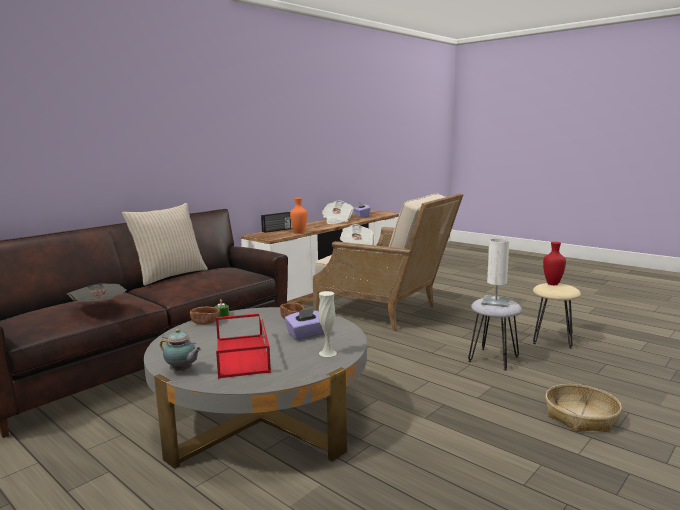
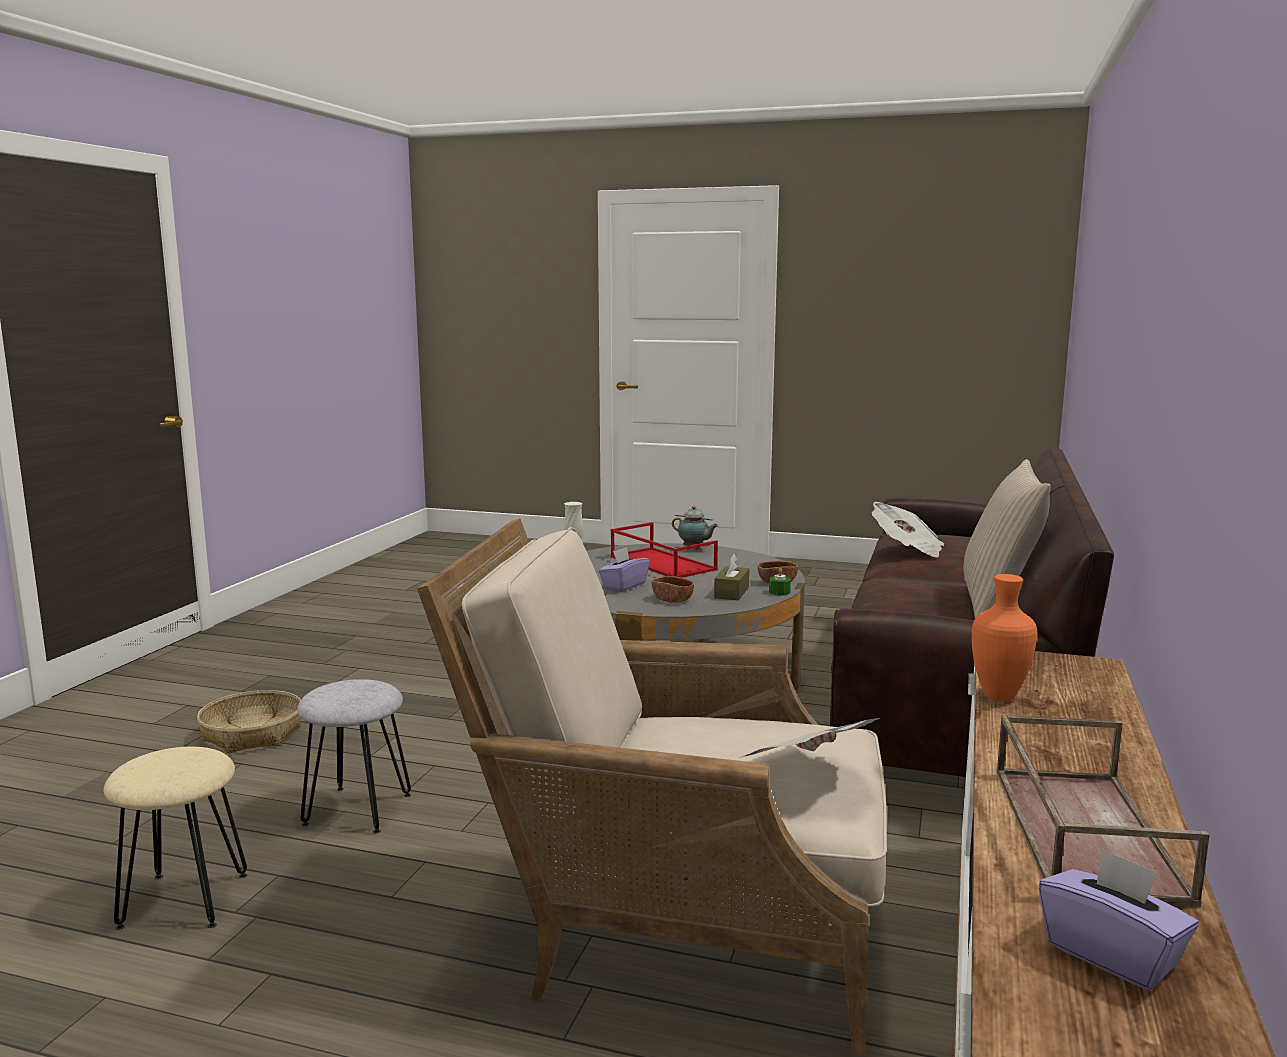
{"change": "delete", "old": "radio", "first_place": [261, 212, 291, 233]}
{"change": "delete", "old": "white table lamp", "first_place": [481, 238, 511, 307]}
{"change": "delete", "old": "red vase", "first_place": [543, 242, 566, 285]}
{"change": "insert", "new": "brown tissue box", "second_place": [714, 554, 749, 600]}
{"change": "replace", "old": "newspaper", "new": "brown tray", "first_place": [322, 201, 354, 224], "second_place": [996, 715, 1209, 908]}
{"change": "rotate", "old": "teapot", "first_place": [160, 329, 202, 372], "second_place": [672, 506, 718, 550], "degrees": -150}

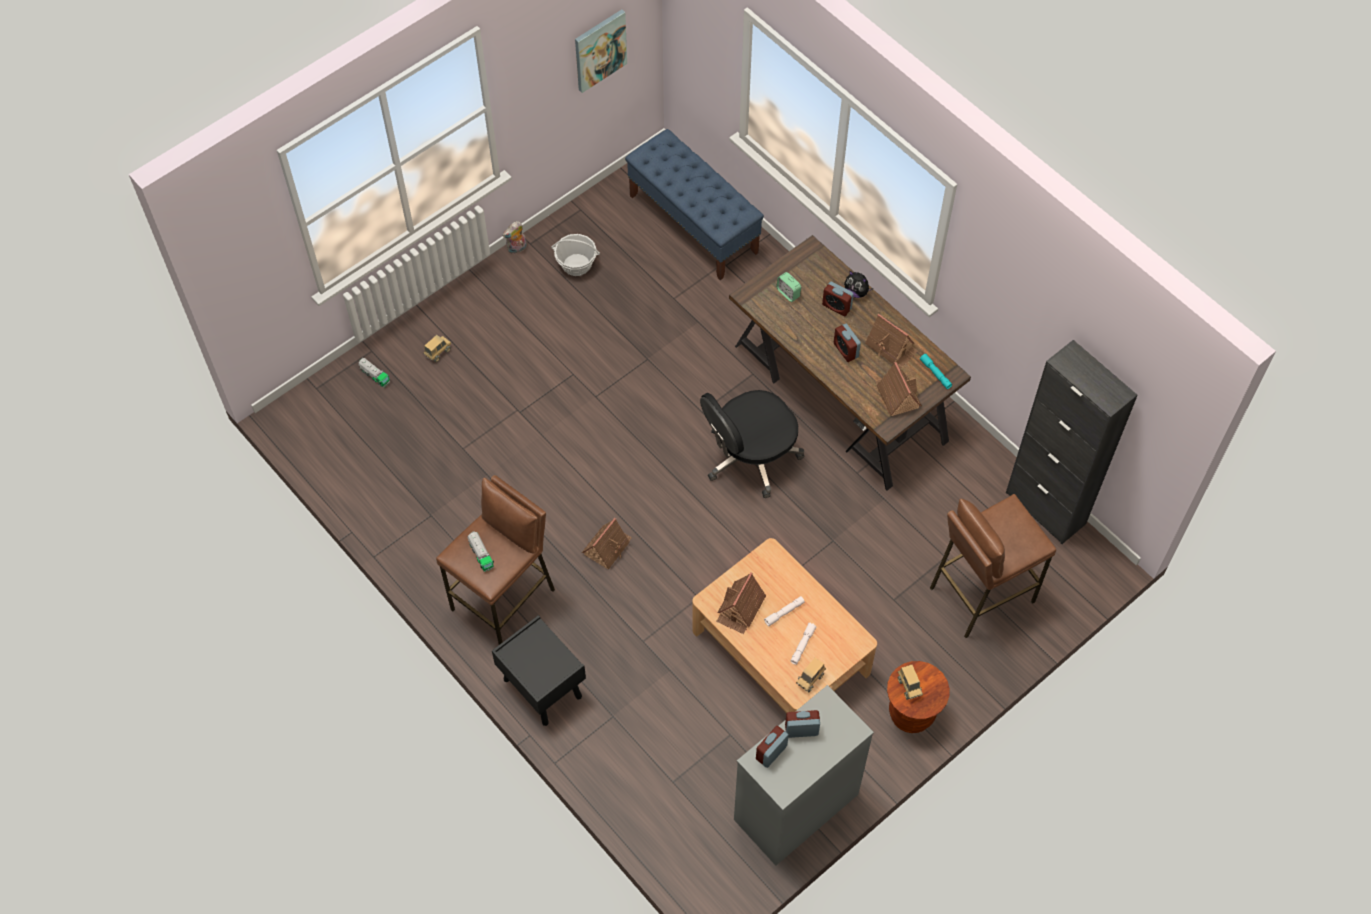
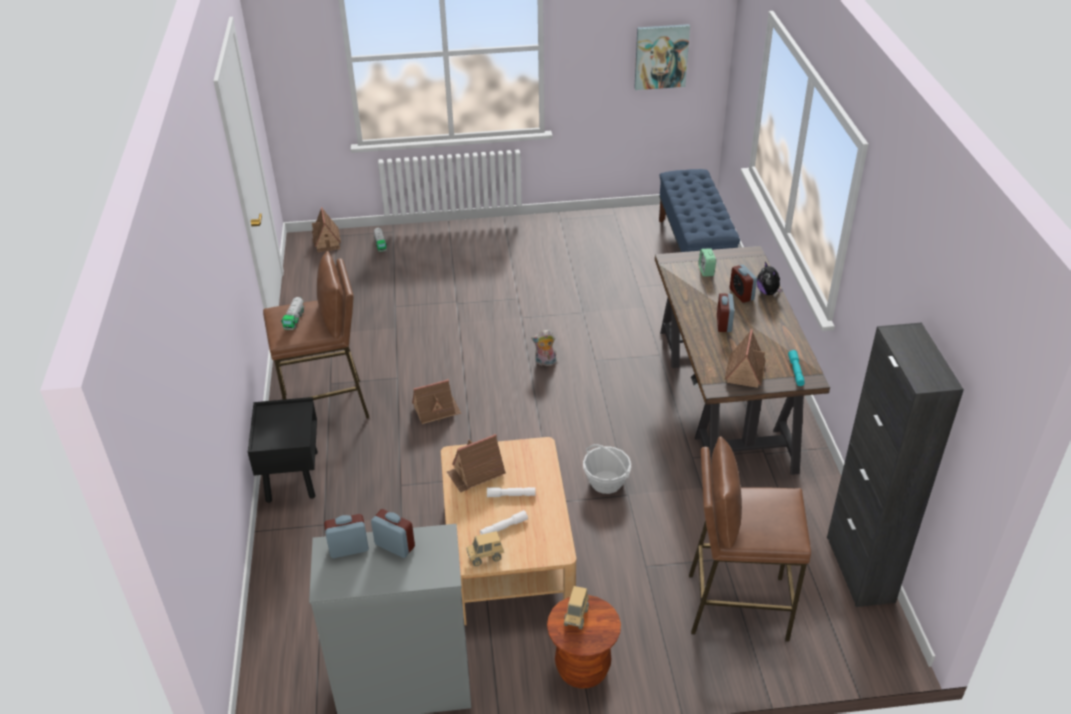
{"change": "delete", "old": "toy truck", "first_place": [424, 335, 451, 362]}
{"change": "delete", "old": "black office chair", "first_place": [700, 390, 804, 498]}
{"change": "move", "old": "plush toy", "first_place": [503, 221, 527, 254], "second_place": [531, 330, 557, 366]}
{"change": "move", "old": "basket", "first_place": [551, 234, 600, 276], "second_place": [583, 444, 631, 494]}
{"change": "move", "old": "toy house", "first_place": [865, 314, 918, 368], "second_place": [312, 207, 341, 252]}

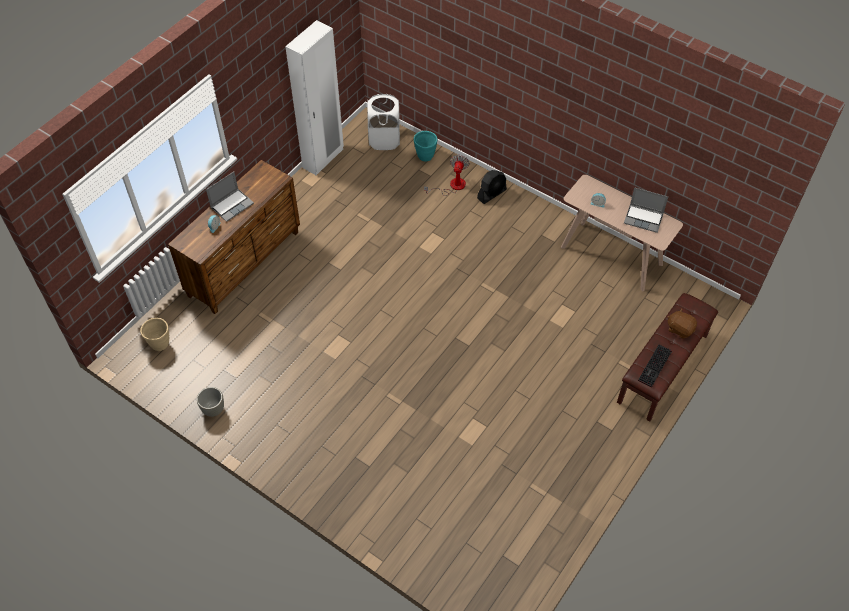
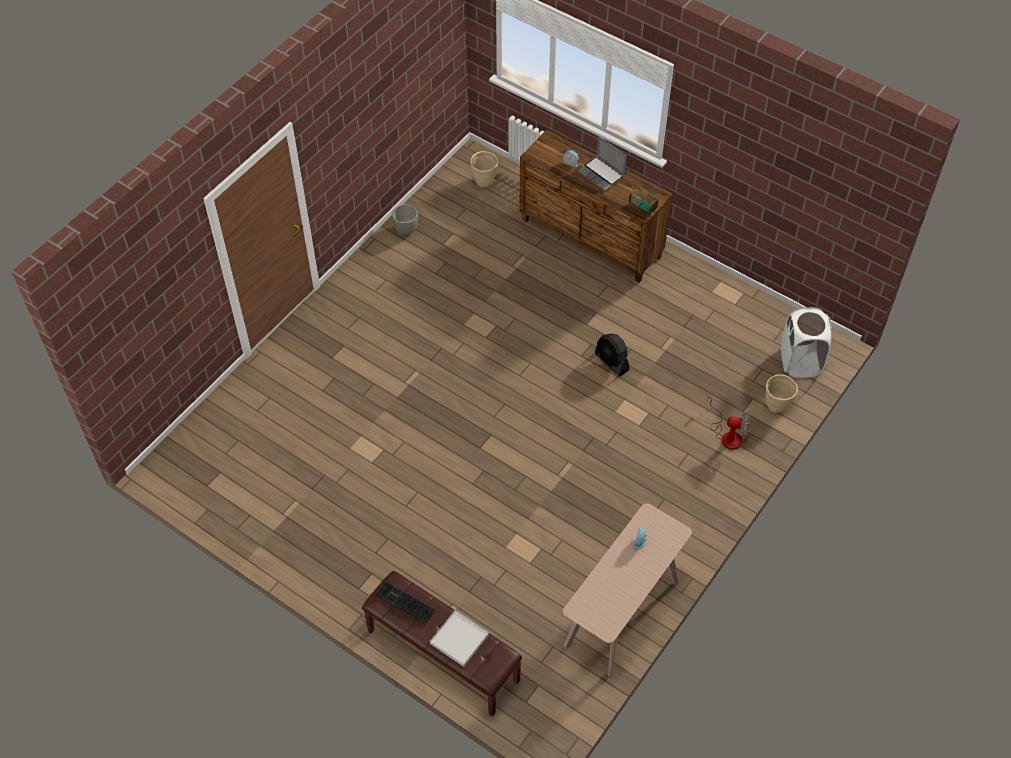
{"change": "delete", "old": "white wardrobe", "first_place": [285, 20, 344, 176]}
{"change": "delete", "old": "laptop", "first_place": [624, 187, 668, 233]}
{"change": "insert", "new": "radio", "second_place": [628, 186, 659, 217]}
{"change": "move", "old": "black fan", "first_place": [477, 170, 507, 204], "second_place": [594, 333, 629, 377]}
{"change": "replace", "old": "brown plush toy", "new": "white tray", "first_place": [667, 309, 697, 339], "second_place": [430, 610, 489, 667]}
{"change": "recolor", "old": "turquoise planter", "new": "beige planter", "first_place": [414, 131, 437, 162], "second_place": [765, 374, 798, 413]}

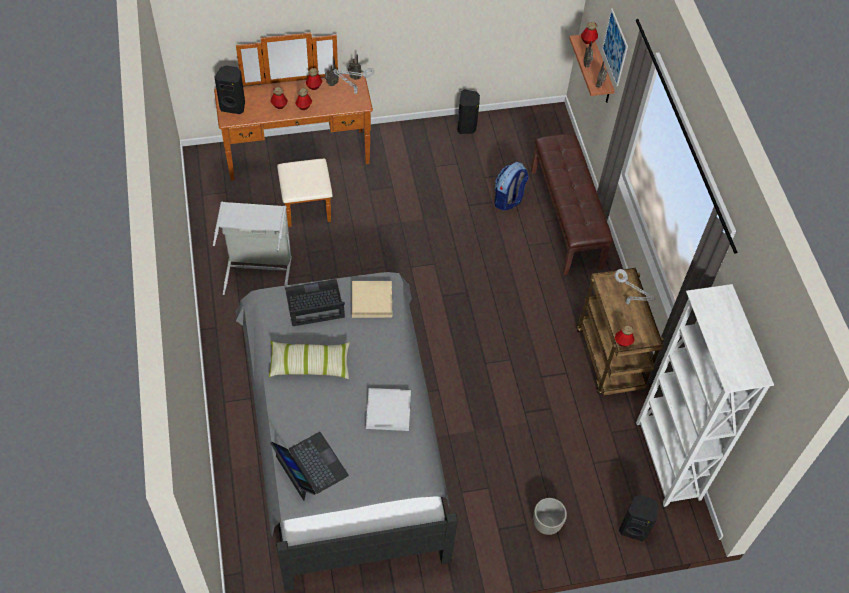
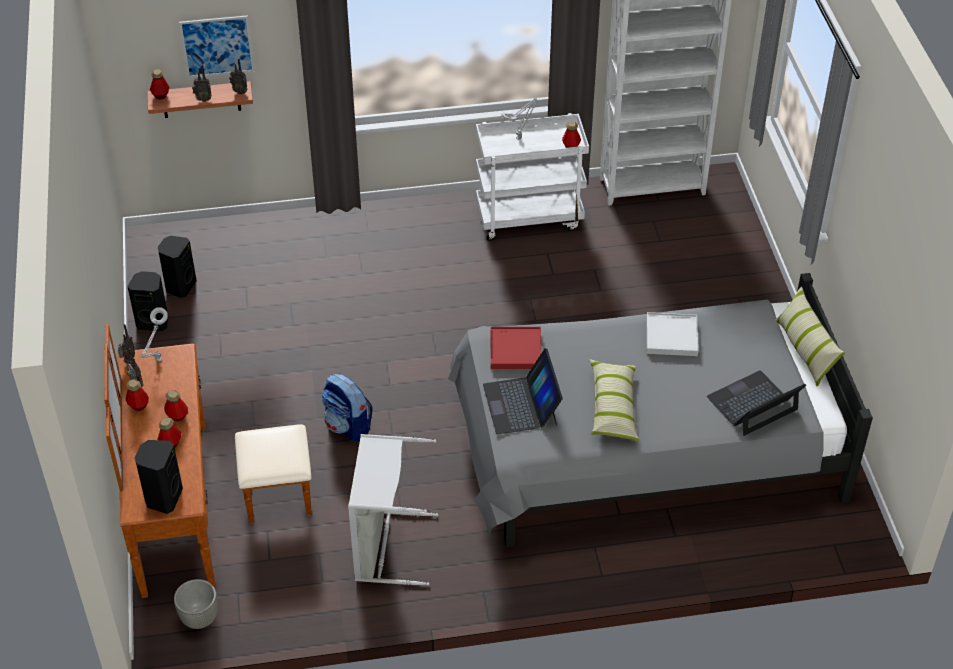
{"change": "delete", "old": "brown bench", "first_place": [531, 134, 613, 275]}
{"change": "insert", "new": "pillow", "second_place": [775, 287, 845, 386]}
{"change": "move", "old": "backpack", "first_place": [494, 162, 529, 211], "second_place": [322, 374, 372, 442]}
{"change": "move", "old": "grey planter", "first_place": [533, 498, 567, 535], "second_place": [174, 579, 218, 629]}
{"change": "move", "old": "black speaker", "first_place": [619, 495, 658, 541], "second_place": [158, 236, 197, 298]}
{"change": "recolor", "old": "beige tray", "new": "red tray", "first_place": [352, 281, 392, 318], "second_place": [490, 327, 542, 369]}
{"change": "recolor", "old": "brown cart", "new": "white cart", "first_place": [577, 268, 664, 395], "second_place": [476, 113, 589, 241]}

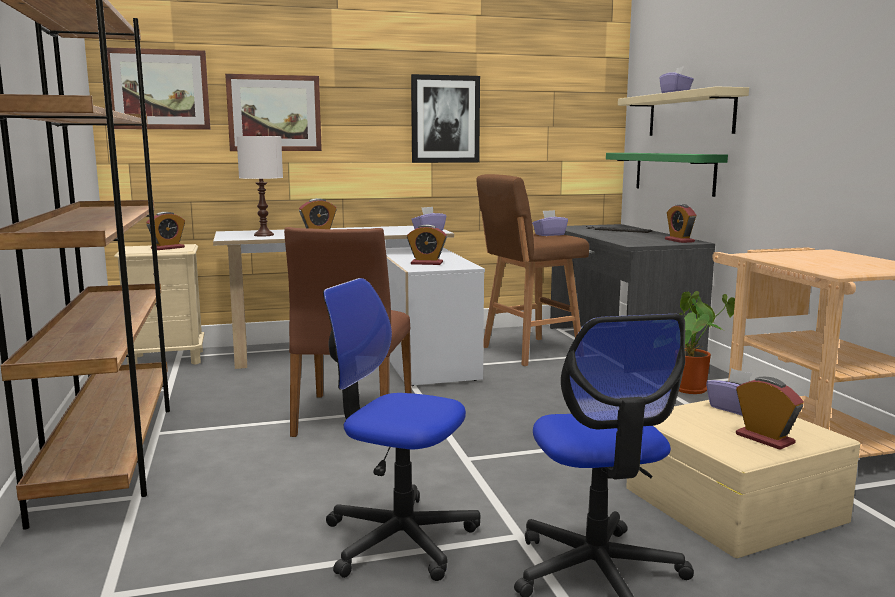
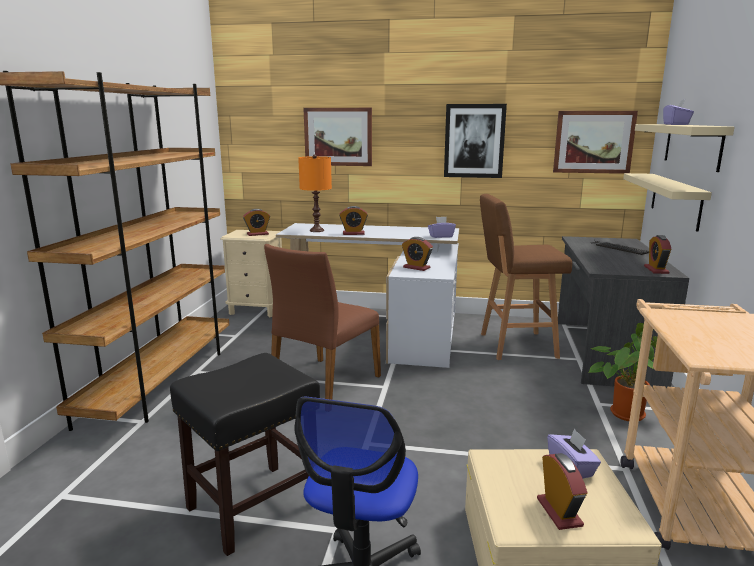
{"change": "delete", "old": "purple tissue box", "first_place": [532, 210, 568, 236]}
{"change": "move", "old": "picture", "first_place": [107, 47, 211, 130], "second_place": [553, 111, 638, 174]}
{"change": "replace", "old": "office chair", "new": "black stool", "first_place": [323, 278, 480, 581], "second_place": [170, 353, 320, 556]}
{"change": "recolor", "old": "white table lamp", "new": "orange table lamp", "first_place": [237, 132, 283, 236], "second_place": [298, 154, 332, 232]}
{"change": "recolor", "old": "green shelf", "new": "beige shelf", "first_place": [606, 153, 728, 197], "second_place": [623, 173, 712, 232]}

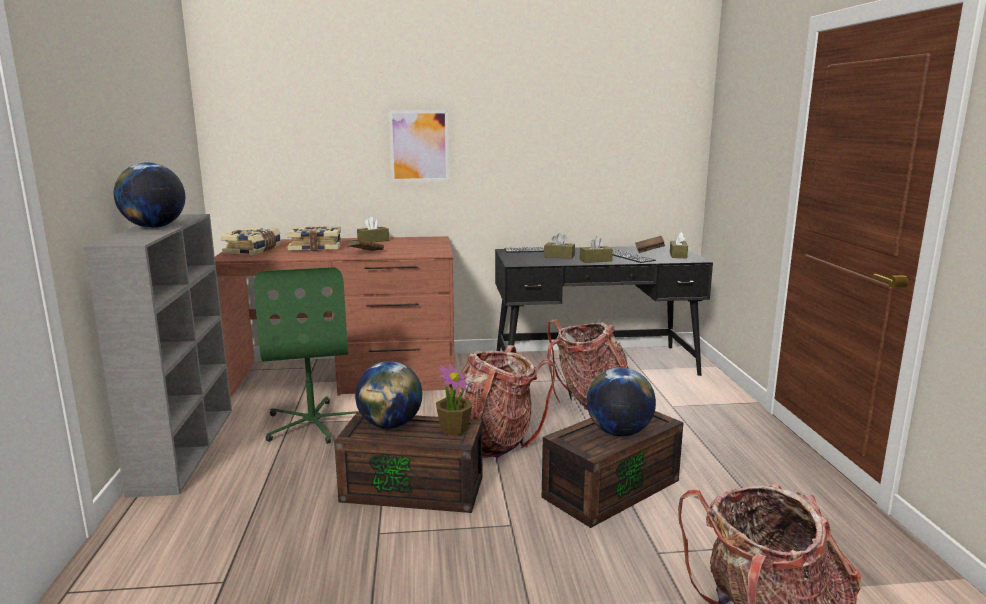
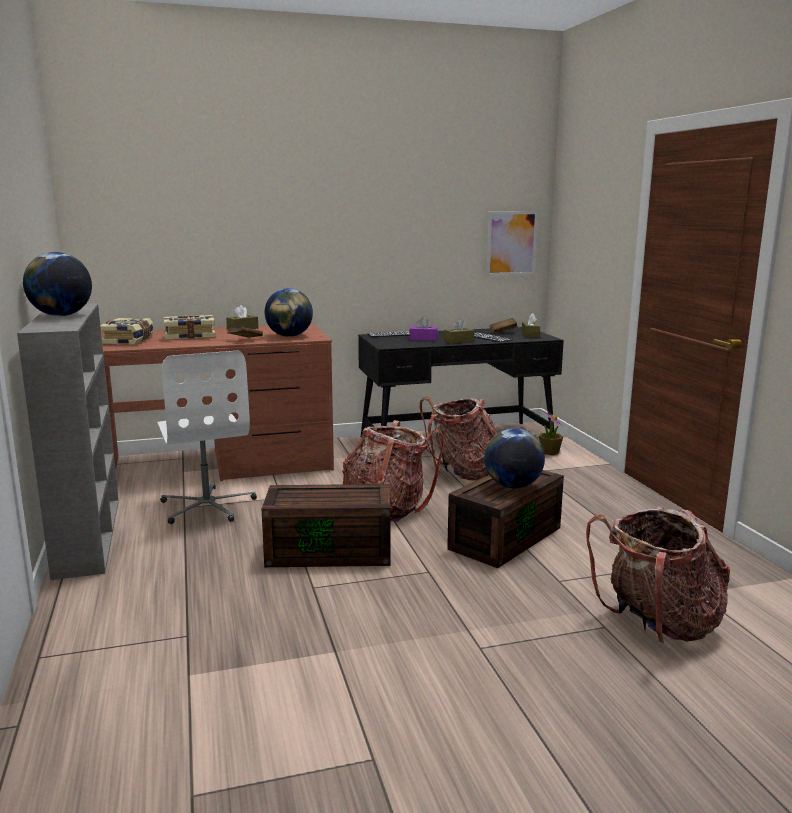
{"change": "move", "old": "globe", "first_place": [355, 361, 422, 429], "second_place": [265, 288, 313, 337]}
{"change": "move", "old": "picture", "first_place": [389, 110, 449, 182], "second_place": [486, 211, 538, 276]}
{"change": "move", "old": "potted plant", "first_place": [436, 363, 472, 435], "second_place": [539, 410, 563, 455]}
{"change": "recolor", "old": "green office chair", "new": "white office chair", "first_place": [254, 267, 359, 444], "second_place": [157, 351, 257, 524]}
{"change": "recolor", "old": "brown tissue box", "new": "purple tissue box", "first_place": [544, 233, 575, 259], "second_place": [409, 317, 438, 341]}

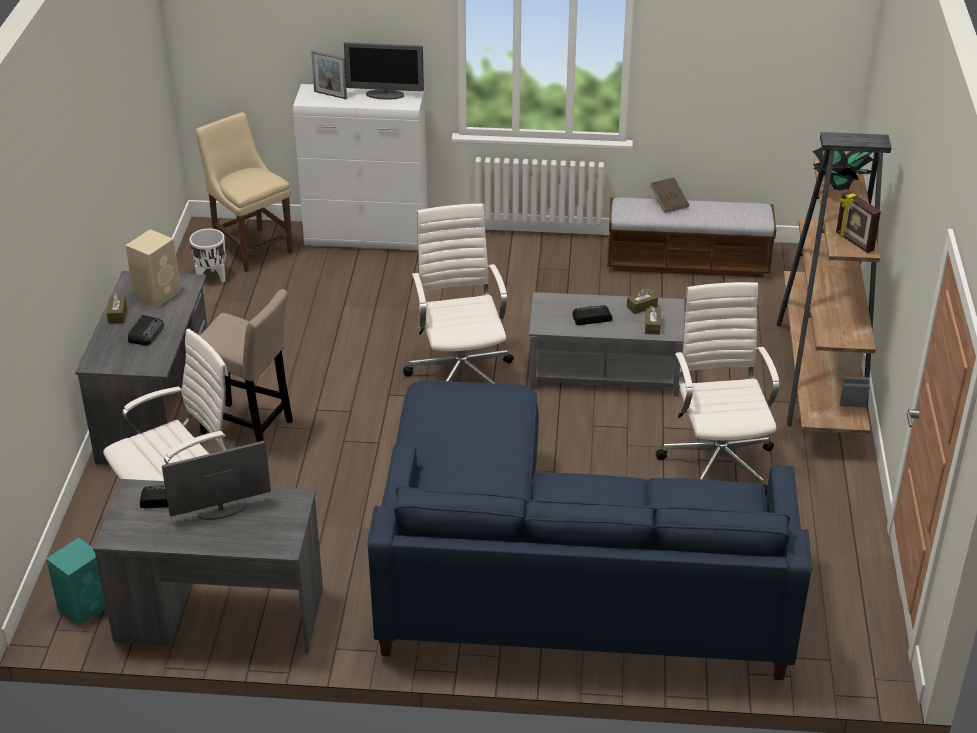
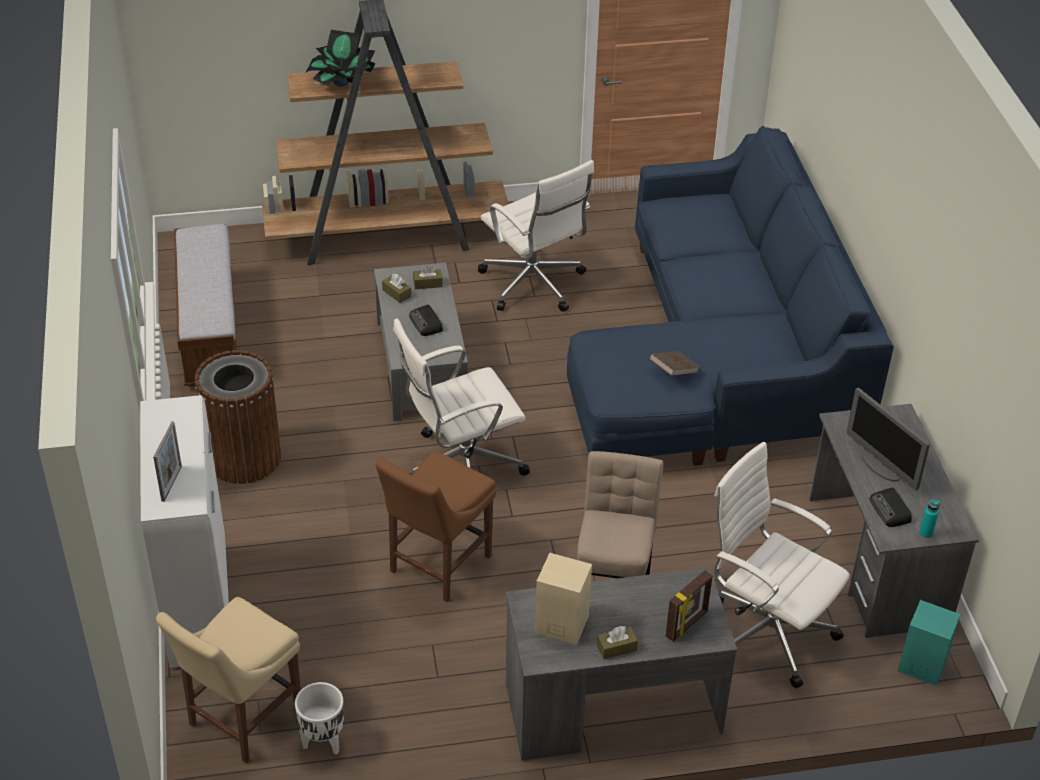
{"change": "delete", "old": "radio", "first_place": [128, 315, 164, 345]}
{"change": "delete", "old": "monitor", "first_place": [344, 42, 424, 99]}
{"change": "insert", "new": "brown trash can", "second_place": [195, 350, 281, 484]}
{"change": "insert", "new": "brown chair", "second_place": [375, 451, 496, 602]}
{"change": "insert", "new": "turquoise bottle", "second_place": [919, 500, 940, 538]}
{"change": "move", "old": "brown book", "first_place": [650, 178, 689, 213], "second_place": [649, 351, 700, 376]}
{"change": "move", "old": "picture frame", "first_place": [836, 190, 881, 253], "second_place": [666, 570, 713, 642]}
{"change": "rotate", "old": "white office chair", "first_place": [656, 282, 779, 495], "second_place": [478, 160, 594, 312], "degrees": -105}

